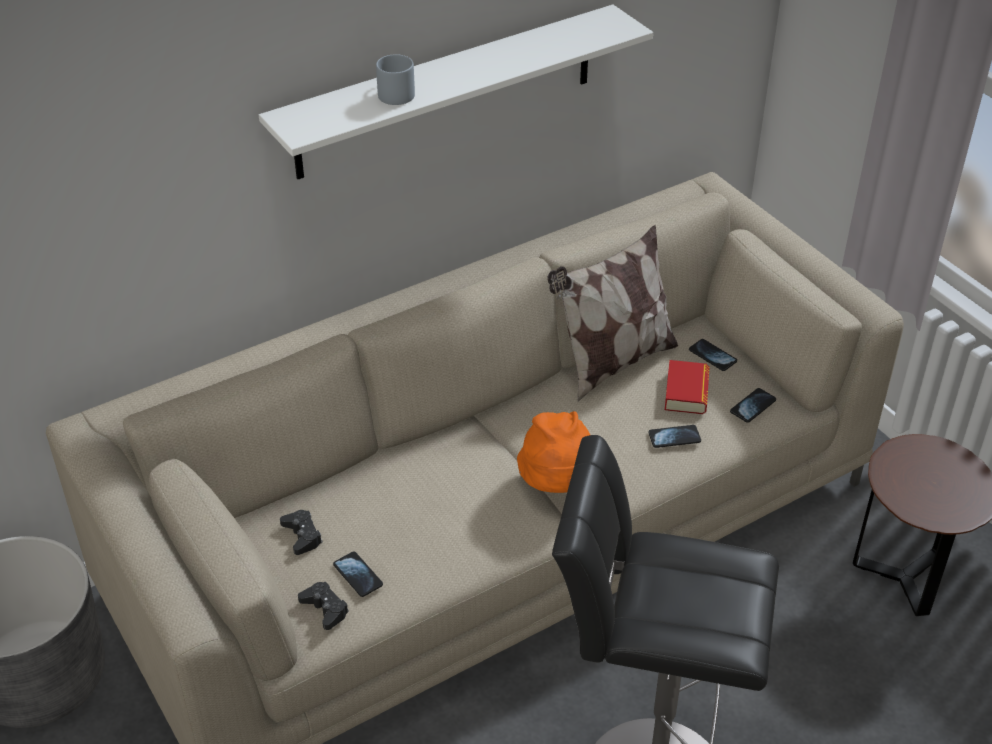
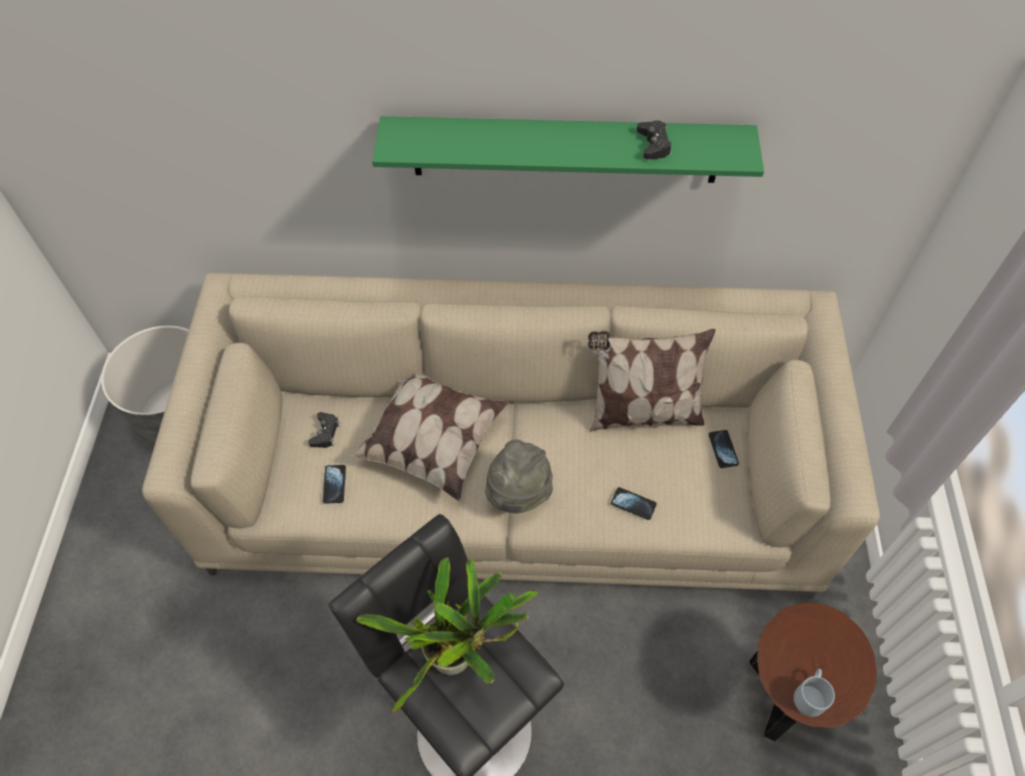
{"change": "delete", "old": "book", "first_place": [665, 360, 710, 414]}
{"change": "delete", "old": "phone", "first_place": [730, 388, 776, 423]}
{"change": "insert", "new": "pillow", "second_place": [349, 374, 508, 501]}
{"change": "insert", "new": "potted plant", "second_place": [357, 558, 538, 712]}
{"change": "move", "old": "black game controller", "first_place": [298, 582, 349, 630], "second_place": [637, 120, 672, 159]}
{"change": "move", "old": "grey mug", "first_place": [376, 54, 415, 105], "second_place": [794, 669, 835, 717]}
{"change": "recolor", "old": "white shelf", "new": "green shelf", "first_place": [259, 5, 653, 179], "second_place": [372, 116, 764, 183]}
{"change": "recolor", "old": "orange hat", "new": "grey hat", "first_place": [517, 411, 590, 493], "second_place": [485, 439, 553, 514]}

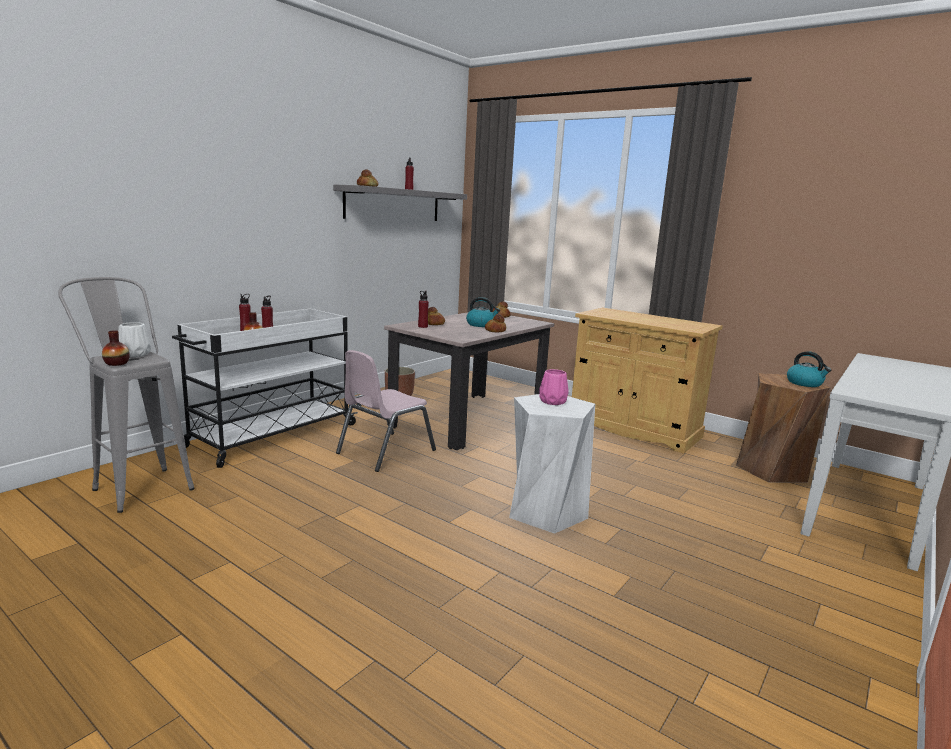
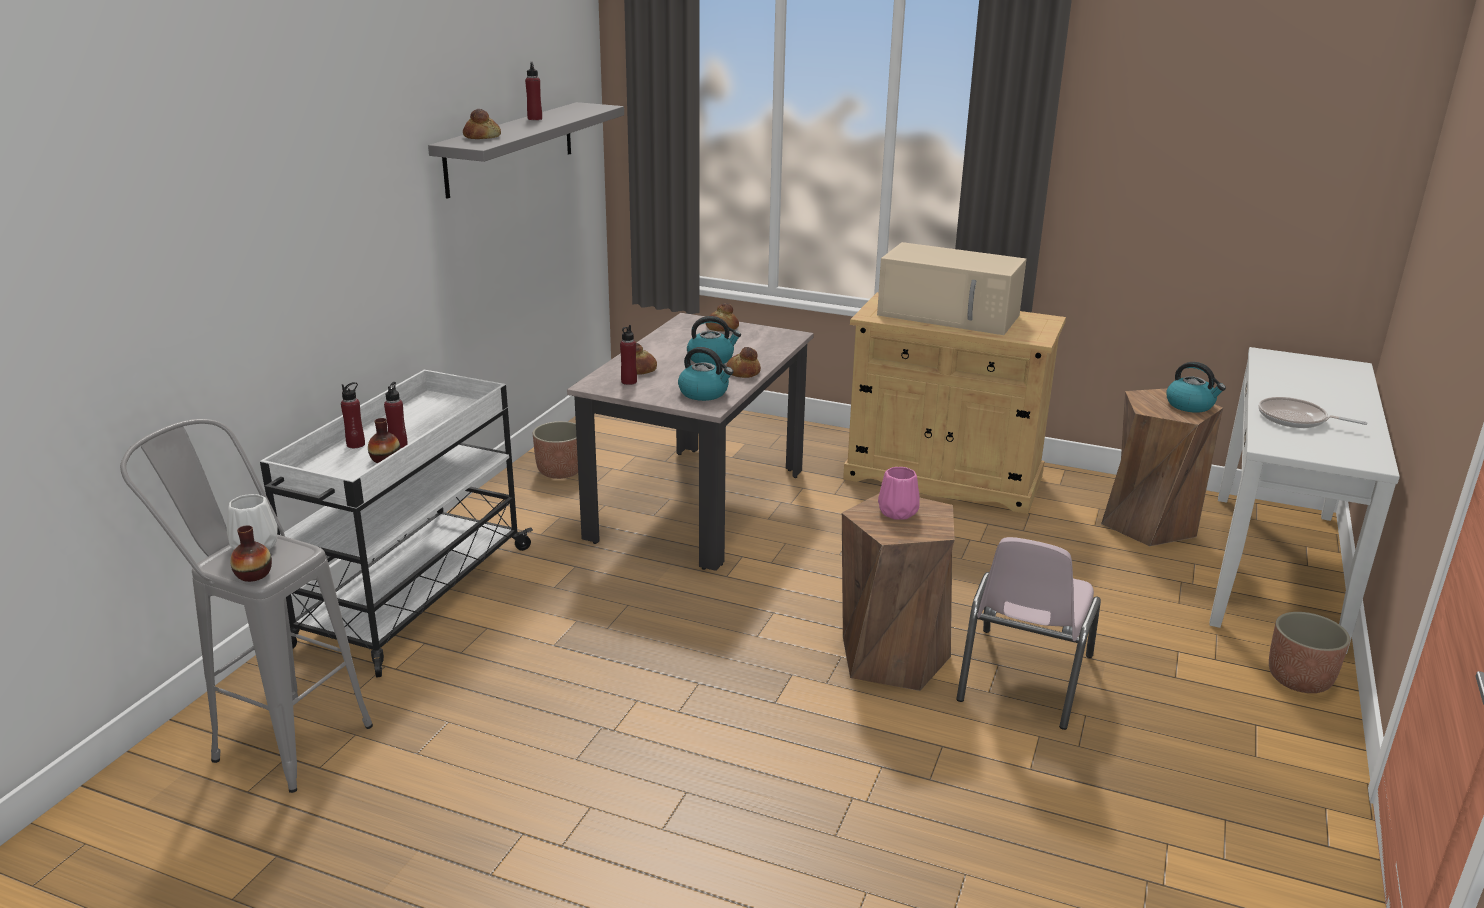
{"change": "insert", "new": "kettle", "second_place": [678, 347, 733, 401]}
{"change": "insert", "new": "beige microwave", "second_place": [877, 242, 1026, 335]}
{"change": "insert", "new": "frying pan", "second_place": [1259, 397, 1368, 428]}
{"change": "insert", "new": "planter", "second_place": [1269, 612, 1350, 693]}
{"change": "move", "old": "pink chair", "first_place": [336, 350, 436, 472], "second_place": [956, 537, 1101, 730]}
{"change": "recolor", "old": "white stool", "new": "brown stool", "first_place": [509, 394, 595, 534], "second_place": [842, 494, 955, 691]}

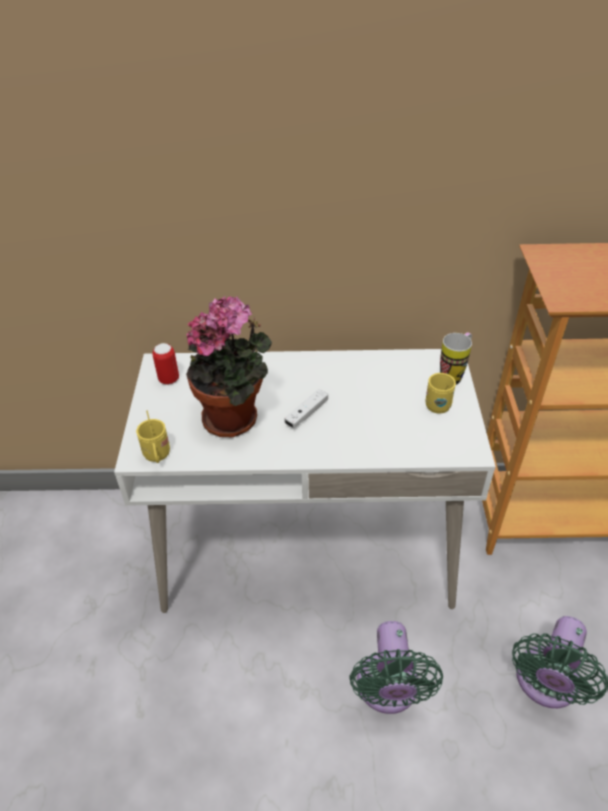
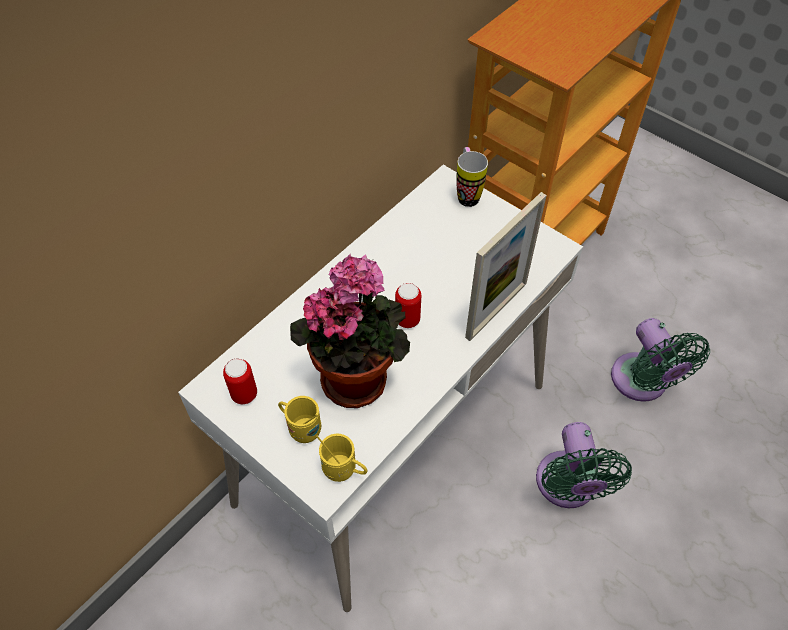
{"change": "insert", "new": "picture frame", "second_place": [465, 192, 547, 341]}
{"change": "move", "old": "yellow mug", "first_place": [425, 373, 456, 414], "second_place": [278, 396, 321, 443]}
{"change": "replace", "old": "white game controller", "new": "can", "first_place": [284, 389, 328, 428], "second_place": [395, 283, 421, 328]}
{"change": "rotate", "old": "green fan", "first_place": [349, 621, 443, 714], "second_place": [536, 422, 632, 508], "degrees": 45}

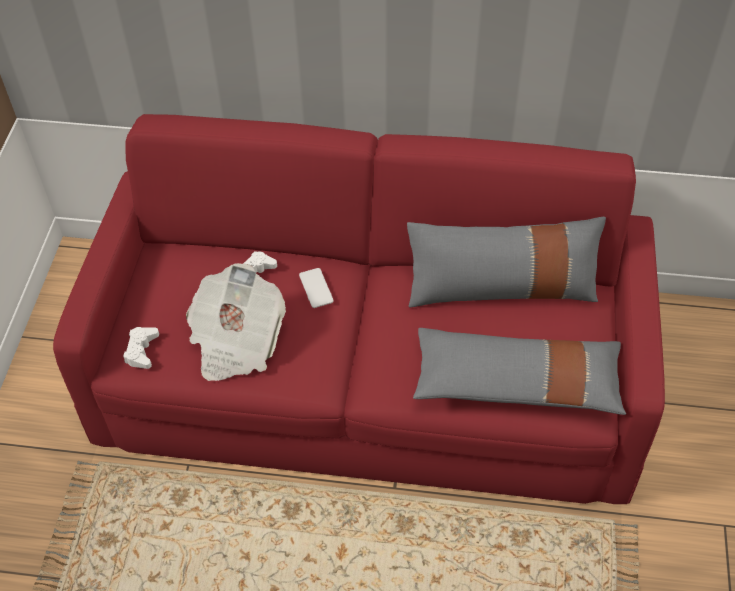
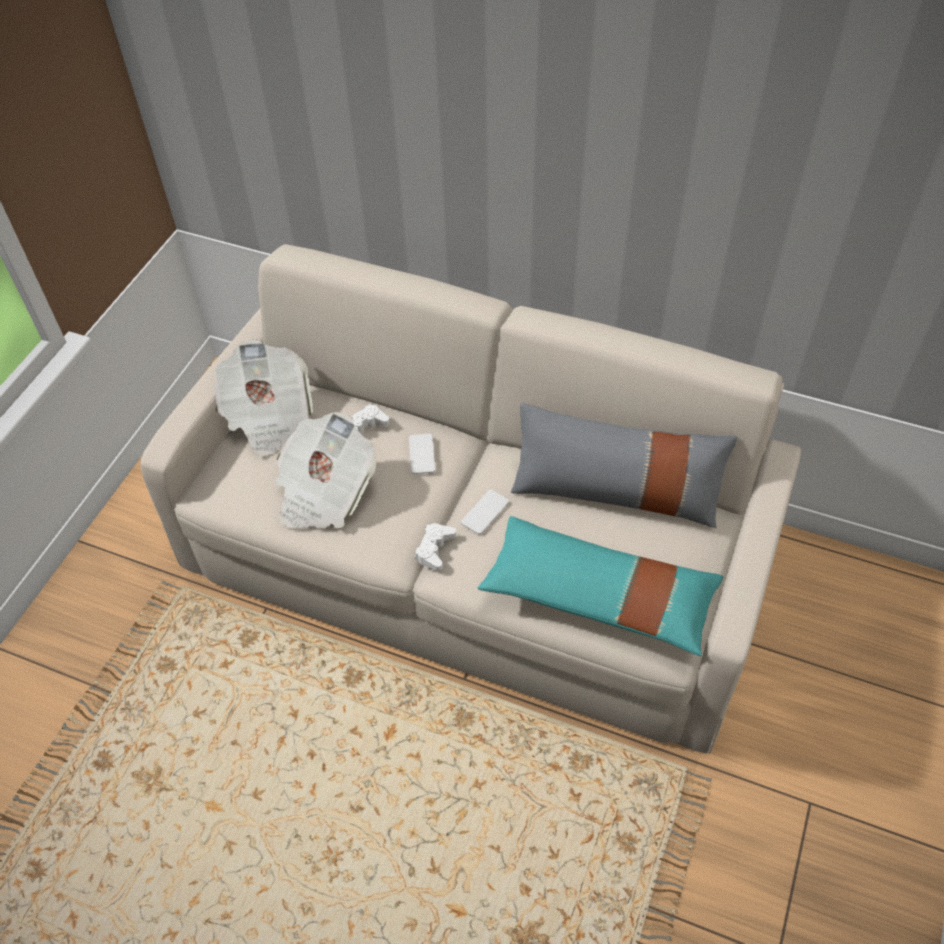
{"change": "insert", "new": "newspaper", "second_place": [214, 339, 313, 457]}
{"change": "insert", "new": "phone", "second_place": [461, 490, 509, 534]}
{"change": "move", "old": "white game controller", "first_place": [123, 327, 159, 369], "second_place": [415, 523, 456, 571]}
{"change": "recolor", "old": "red sofa", "new": "beige sofa", "first_place": [53, 114, 665, 504], "second_place": [140, 244, 801, 754]}
{"change": "recolor", "old": "grey pillow", "new": "turquoise pillow", "first_place": [413, 328, 626, 415], "second_place": [478, 516, 723, 656]}

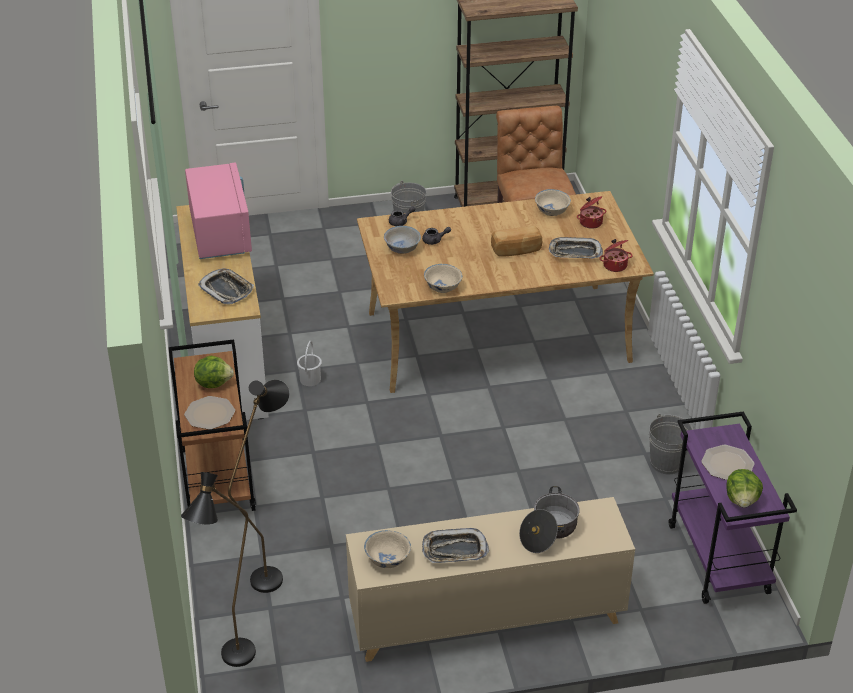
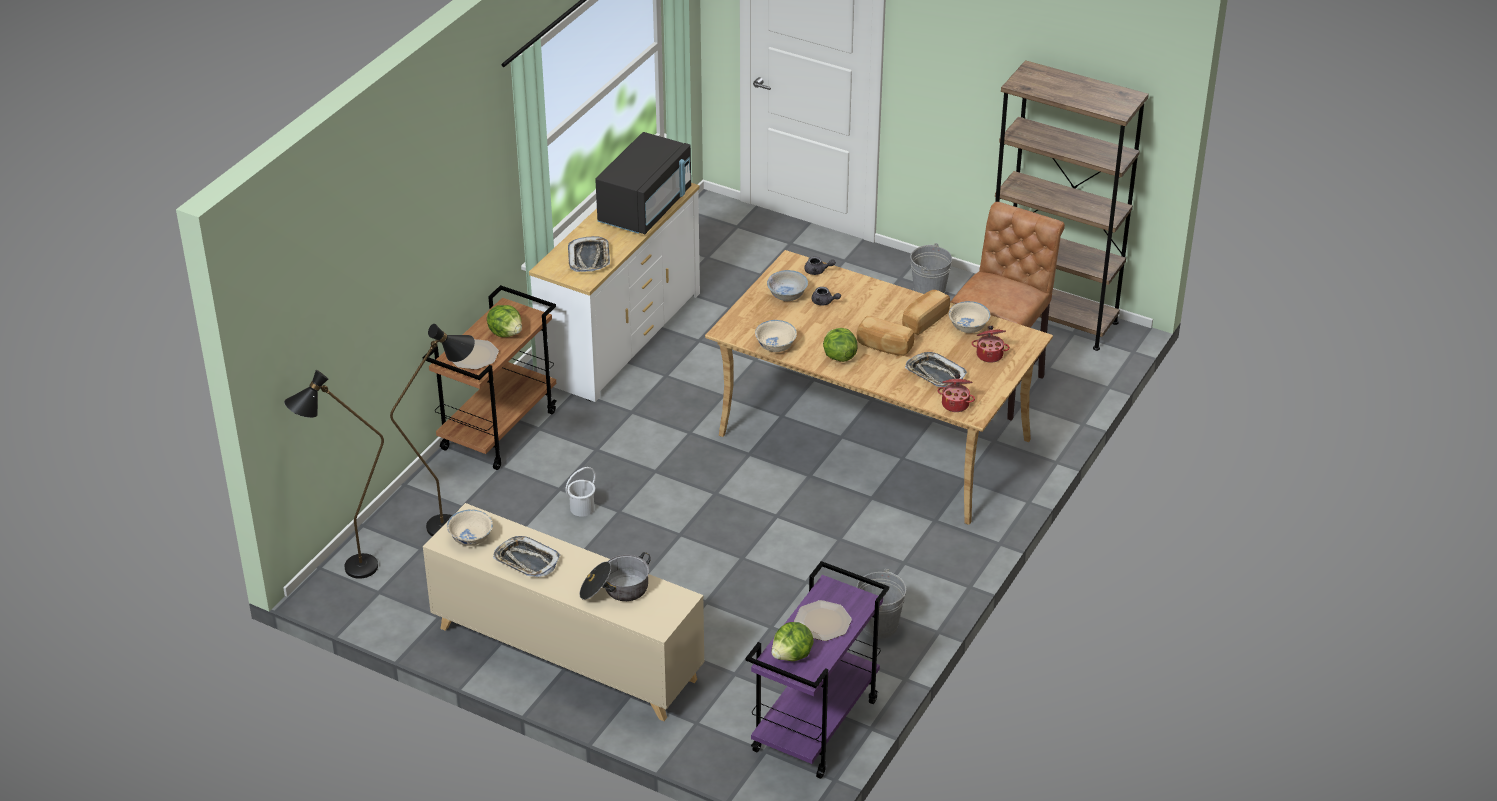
{"change": "insert", "new": "lettuce", "second_place": [823, 328, 857, 362]}
{"change": "insert", "new": "bread", "second_place": [902, 290, 950, 335]}
{"change": "move", "old": "white bucket", "first_place": [297, 341, 322, 386], "second_place": [565, 467, 596, 517]}
{"change": "recolor", "old": "pink microwave", "new": "black microwave", "first_place": [185, 162, 252, 259], "second_place": [595, 132, 691, 234]}

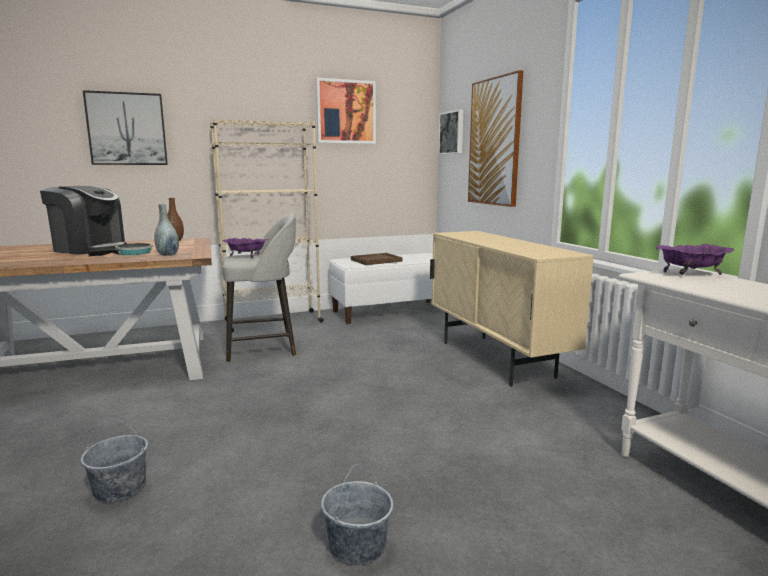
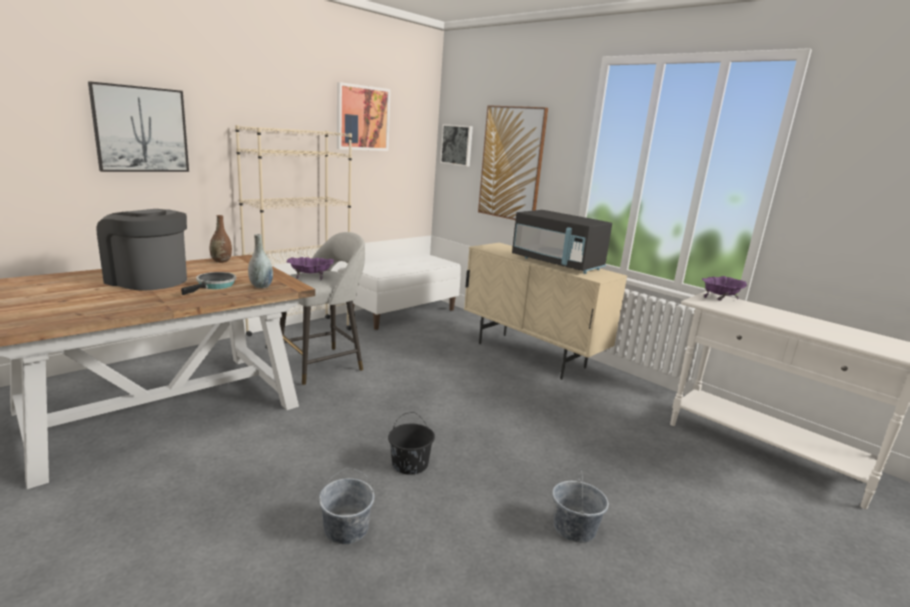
{"change": "delete", "old": "brown tray", "first_place": [351, 253, 403, 265]}
{"change": "insert", "new": "black bucket", "second_place": [388, 412, 435, 475]}
{"change": "insert", "new": "black microwave", "second_place": [512, 210, 612, 274]}
{"change": "rotate", "old": "coffee machine", "first_place": [40, 186, 127, 255], "second_place": [97, 209, 187, 291], "degrees": -150}

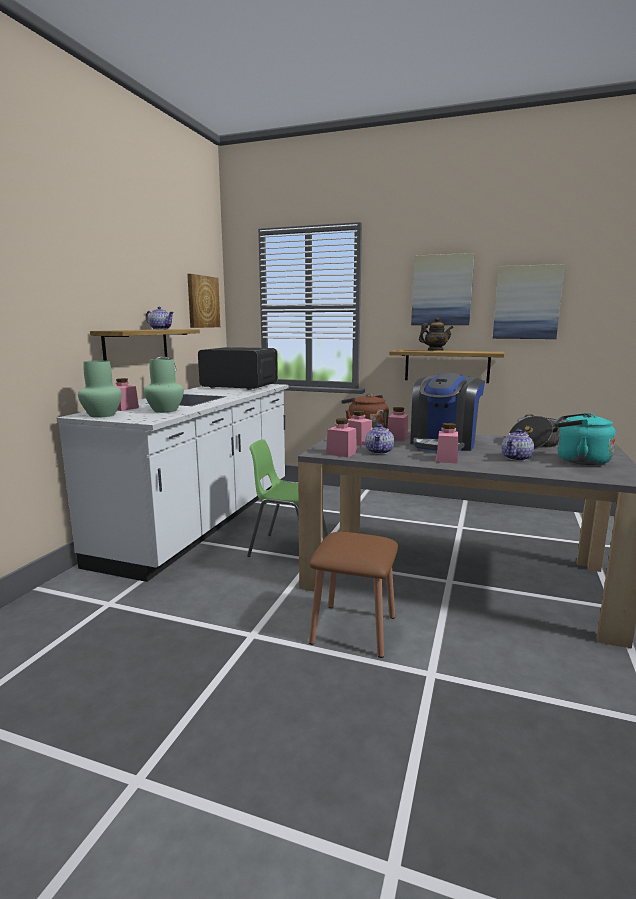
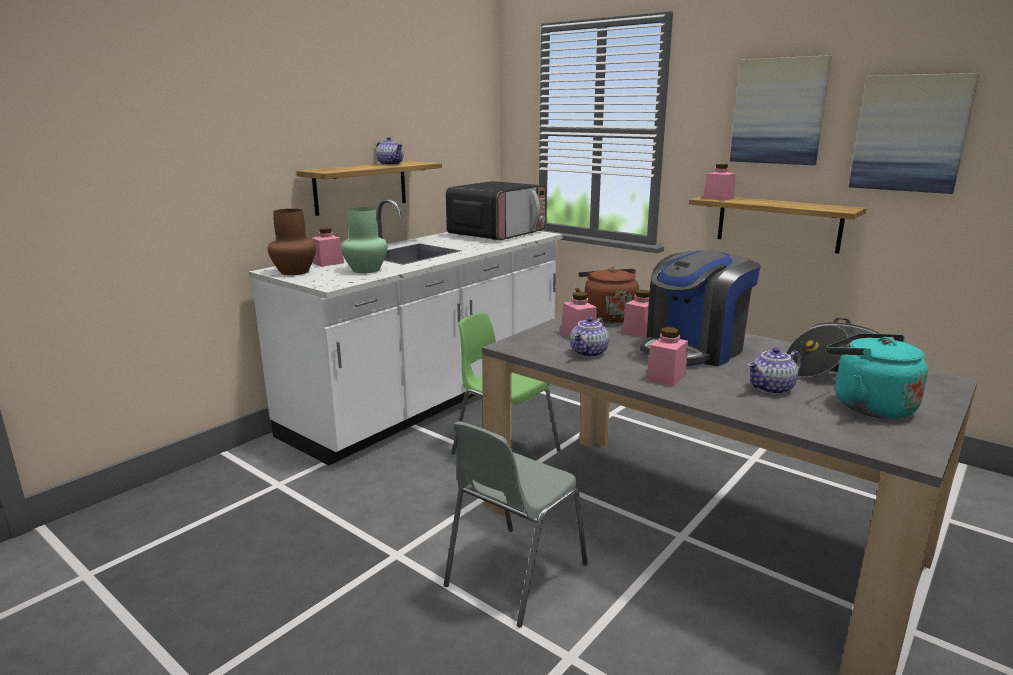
{"change": "delete", "old": "picture", "first_place": [187, 274, 220, 328]}
{"change": "delete", "old": "teapot", "first_place": [419, 317, 453, 351]}
{"change": "move", "old": "pink jar", "first_place": [326, 418, 357, 457], "second_place": [703, 164, 736, 201]}
{"change": "replace", "old": "brown stool", "new": "grey chair", "first_place": [309, 532, 398, 658], "second_place": [444, 421, 588, 627]}
{"change": "recolor", "old": "green vase", "new": "brown vase", "first_place": [78, 360, 122, 418], "second_place": [268, 209, 316, 275]}
{"change": "rotate", "old": "microwave", "first_place": [198, 347, 278, 390], "second_place": [446, 181, 546, 240], "degrees": 90}

